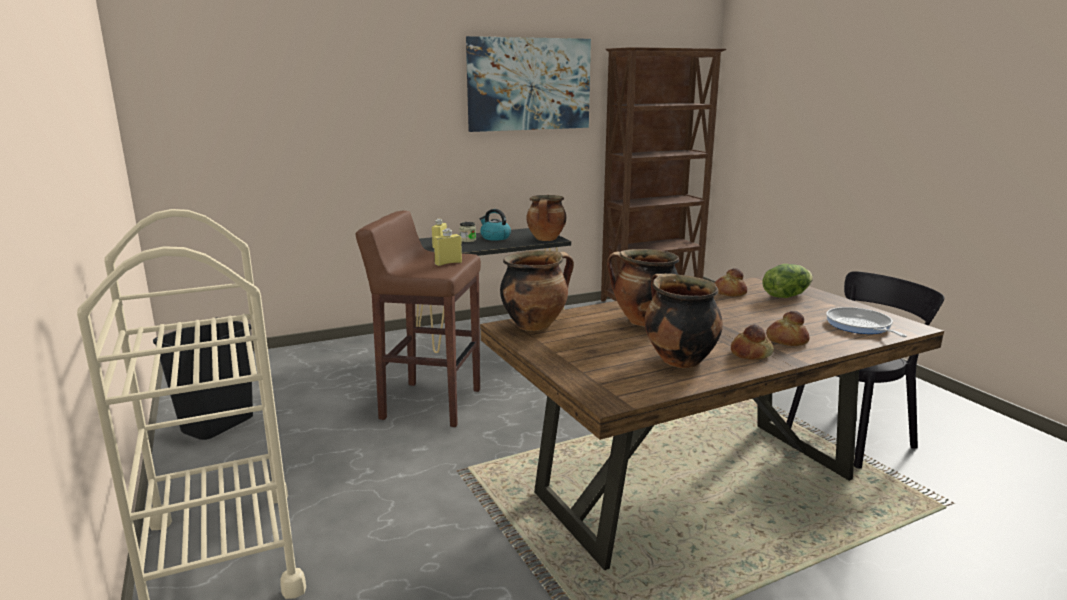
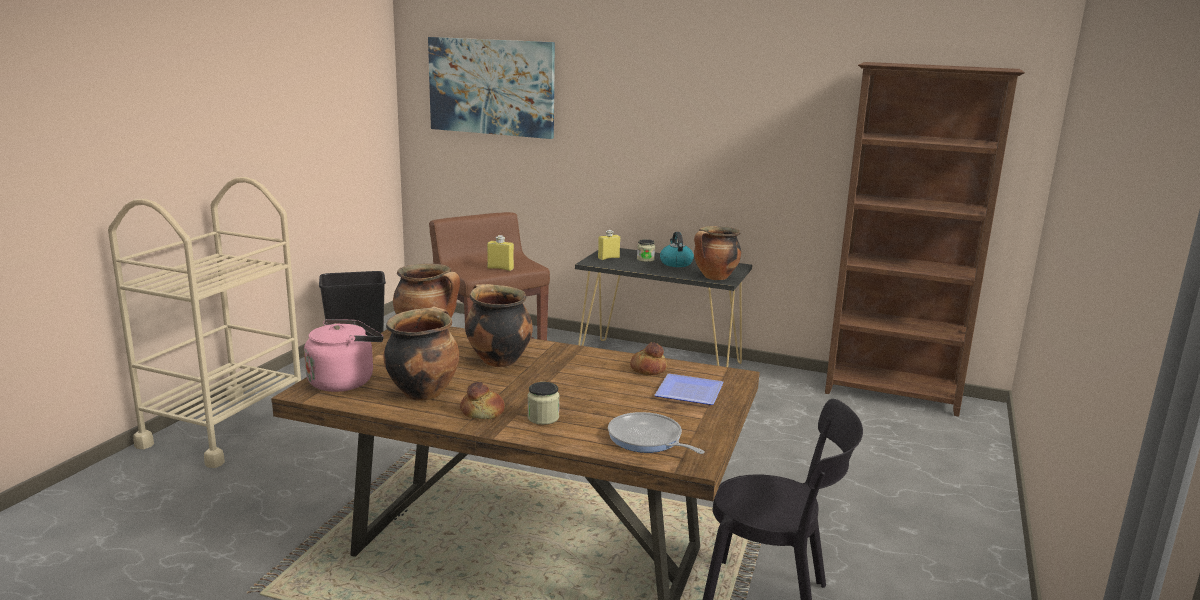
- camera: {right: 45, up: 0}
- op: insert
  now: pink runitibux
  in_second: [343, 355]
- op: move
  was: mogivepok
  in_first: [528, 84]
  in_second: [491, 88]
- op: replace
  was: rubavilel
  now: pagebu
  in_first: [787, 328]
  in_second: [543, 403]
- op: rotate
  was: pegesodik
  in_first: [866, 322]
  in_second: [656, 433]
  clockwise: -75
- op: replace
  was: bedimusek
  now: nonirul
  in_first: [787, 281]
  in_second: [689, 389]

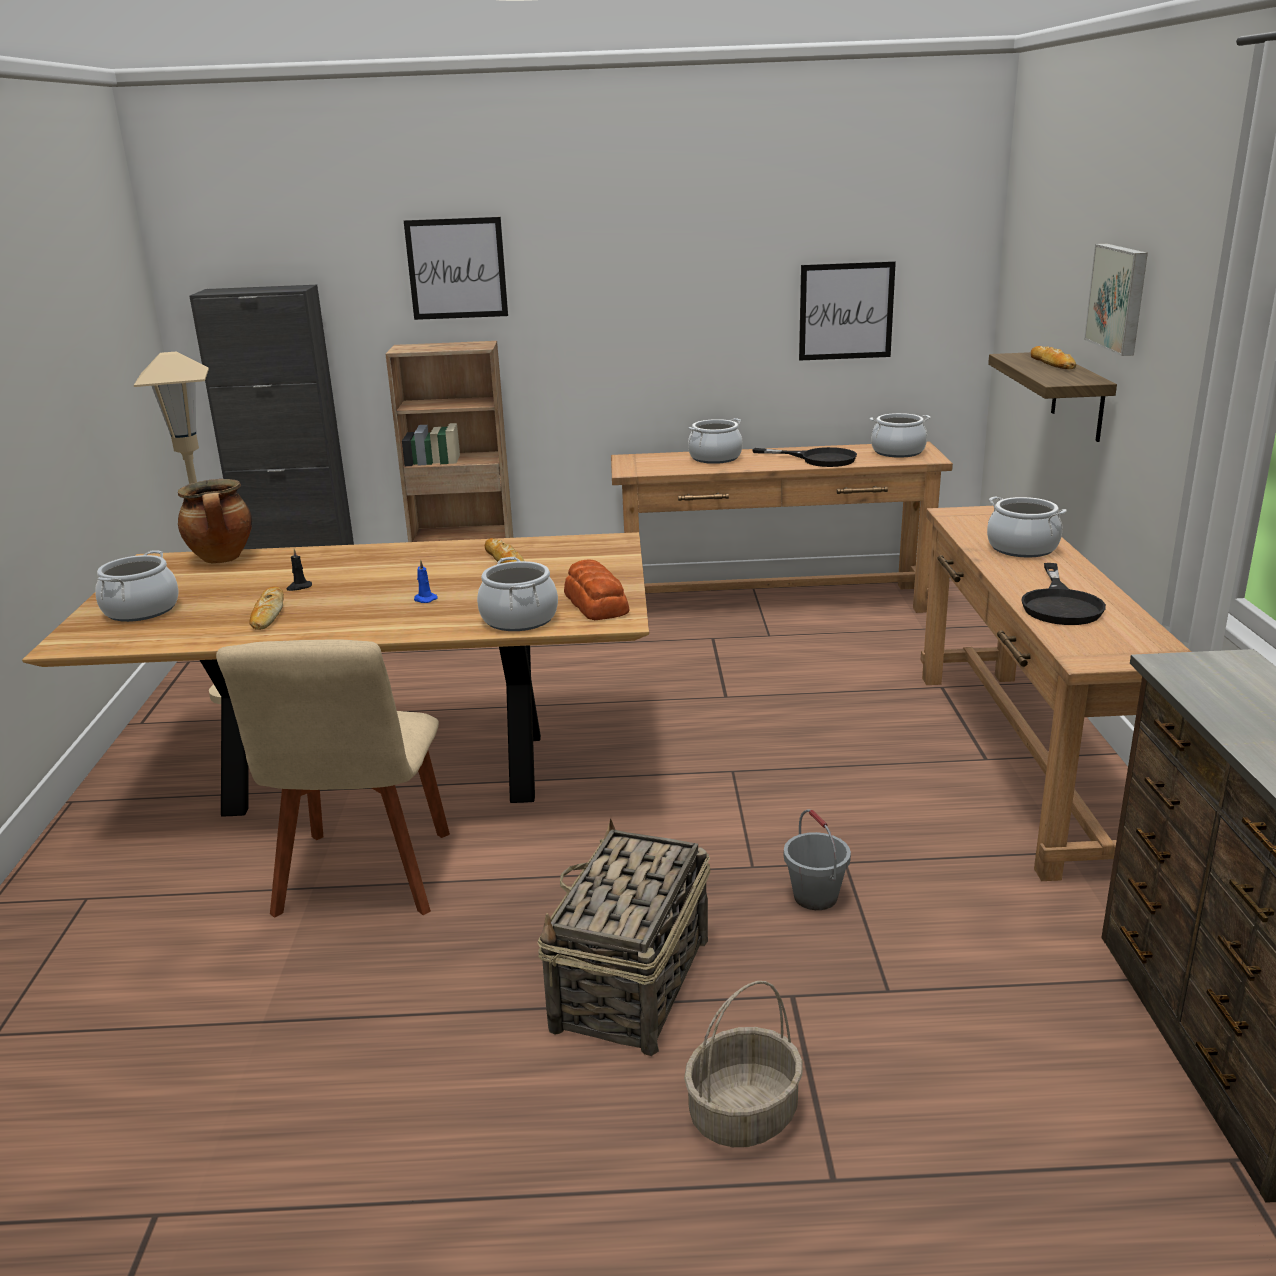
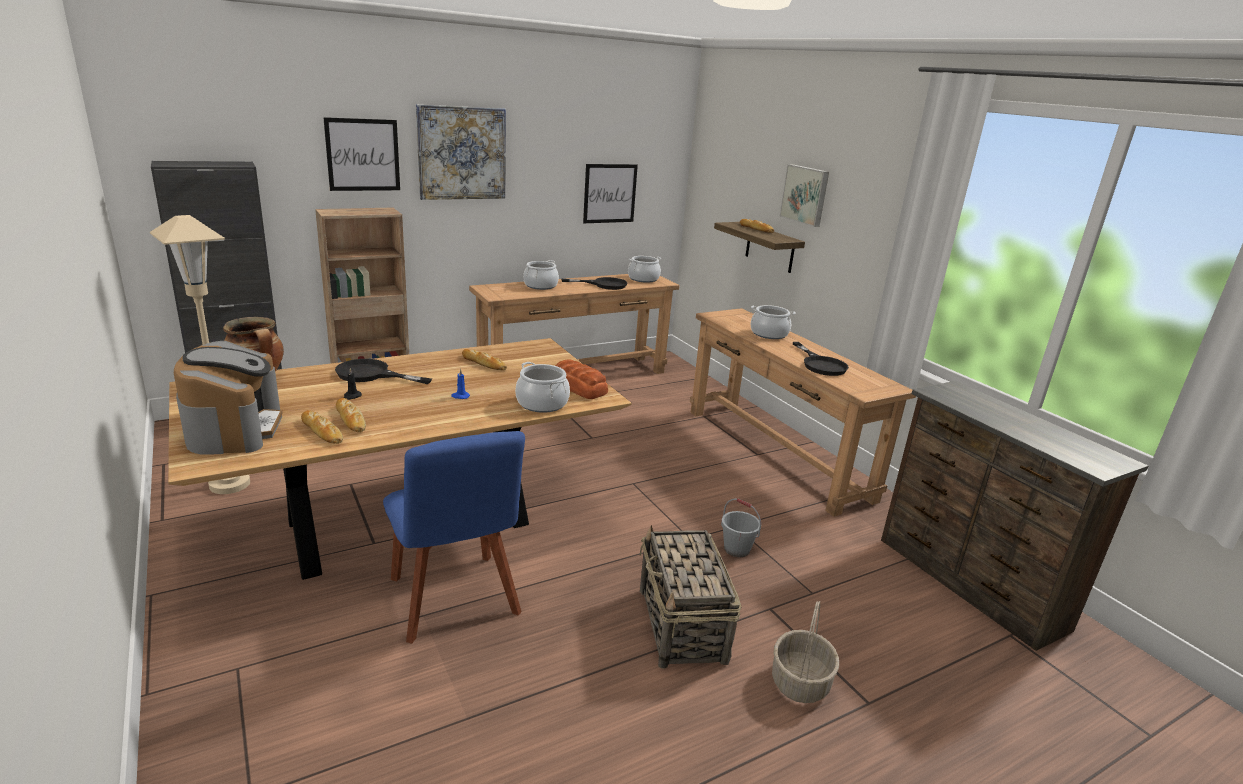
- camera: {right: -30, up: 0}
- op: replace
  was: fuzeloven
  now: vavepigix
  in_first: [137, 586]
  in_second: [228, 398]
- op: insert
  now: rubavilel
  in_second: [322, 427]
- op: insert
  now: black pegesodik
  in_second: [383, 371]
- op: recolor
  was: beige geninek
  now: blue geninek
  in_first: [333, 778]
  in_second: [454, 537]
- op: insert
  now: mogivepok
  in_second: [461, 152]

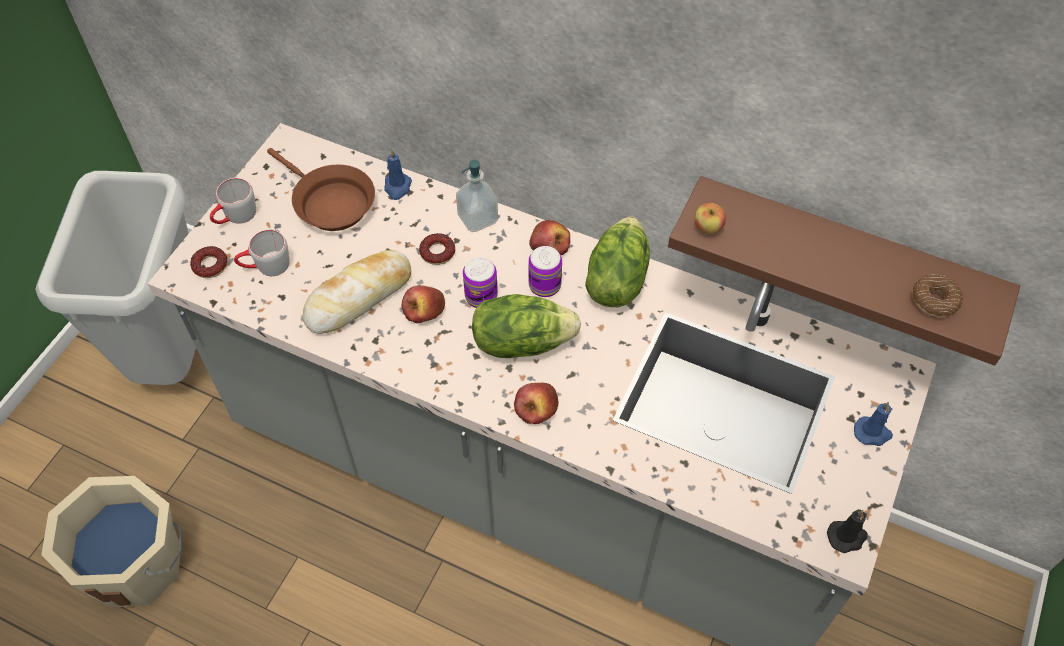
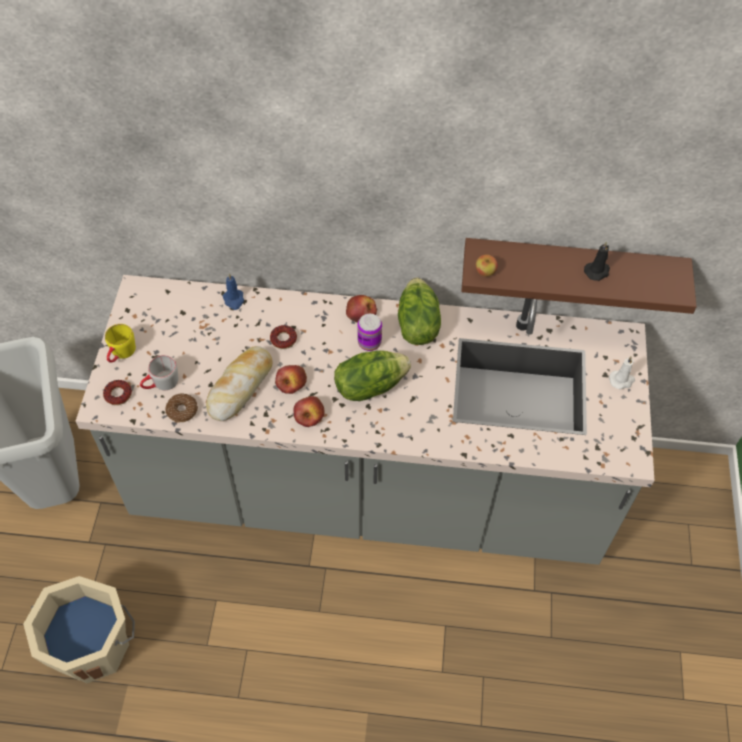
- camera: {right: -20, up: 0}
- op: recolor
  was: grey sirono
  now: yellow sirono
  in_first: [233, 201]
  in_second: [120, 343]
- op: move
  was: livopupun
  in_first: [937, 295]
  in_second: [182, 407]
- op: move
  was: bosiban
  in_first: [536, 403]
  in_second: [309, 411]
- op: move
  was: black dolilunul
  in_first: [847, 531]
  in_second: [597, 261]
- op: recolor
  was: blue dolilunul
  now: white dolilunul
  in_first: [873, 424]
  in_second: [622, 372]
- op: delete
  was: brown pegesodik
  in_first: [321, 189]
- op: delete
  was: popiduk
  in_first: [477, 196]
- op: delete
  was: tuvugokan
  in_first: [480, 282]

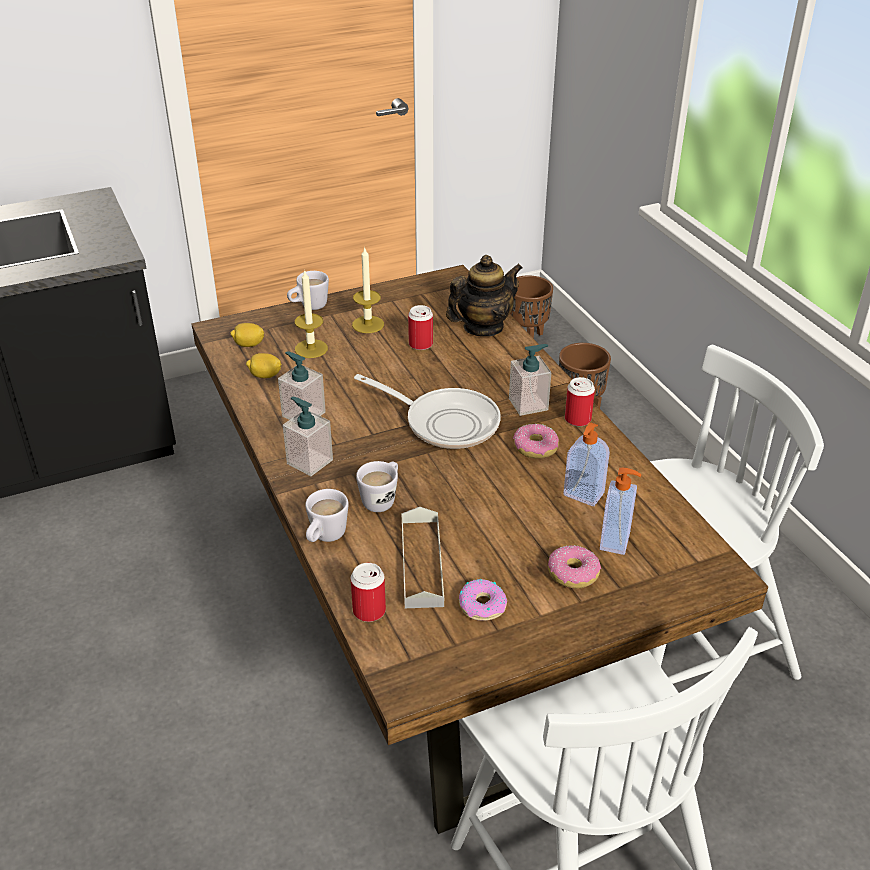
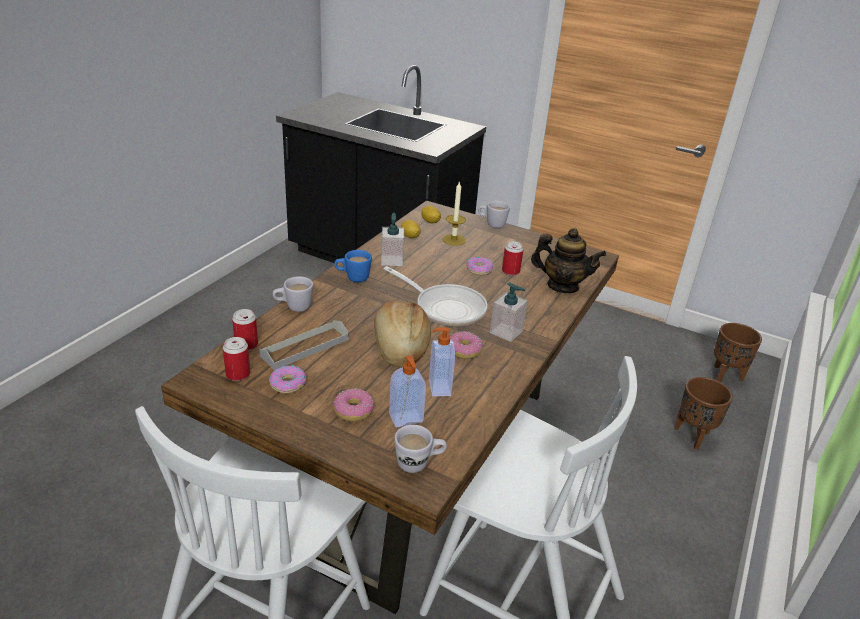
- camera: {right: 50, up: -5}
- op: move
  was: tuvugokan
  in_first: [580, 401]
  in_second: [236, 359]
- op: replace
  was: popiduk
  now: blue sirono
  in_first: [308, 436]
  in_second: [353, 266]
- op: insert
  now: rubavilel
  in_second: [402, 334]
- op: rotate
  was: pegesodik
  in_first: [427, 411]
  in_second: [435, 296]
  clockwise: -45
- op: move
  was: white sirono
  in_first: [377, 486]
  in_second: [420, 449]
- op: insert
  now: livopupun
  in_second: [480, 266]
- op: delete
  was: dolilunul
  in_first: [368, 289]

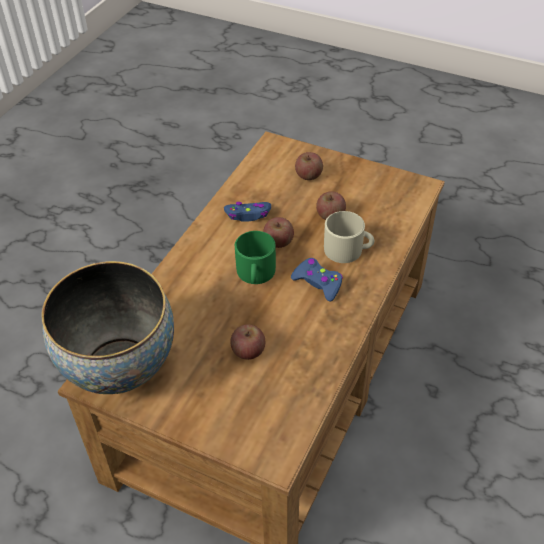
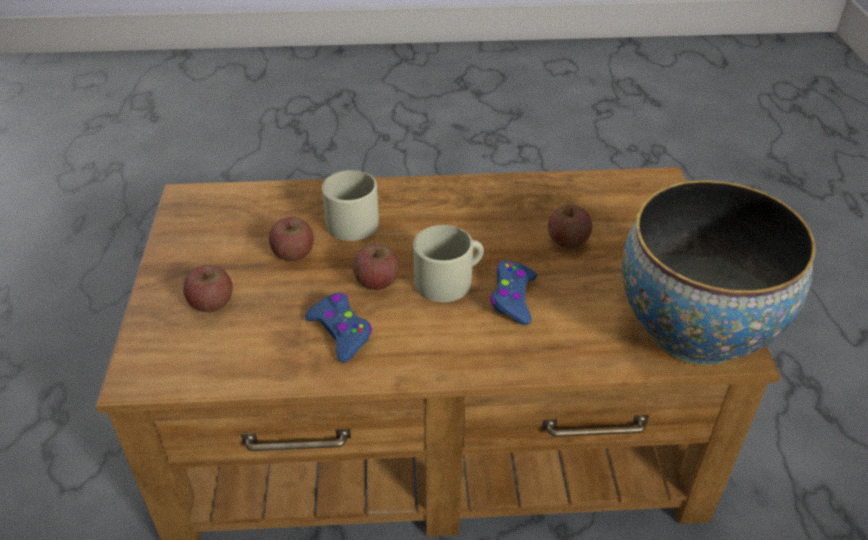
- camera: {right: -120, up: -5}
- op: recolor
  was: green sirono
  now: beige sirono
  in_first: [255, 257]
  in_second: [448, 263]
- op: move
  was: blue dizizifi
  in_first: [317, 280]
  in_second: [513, 292]

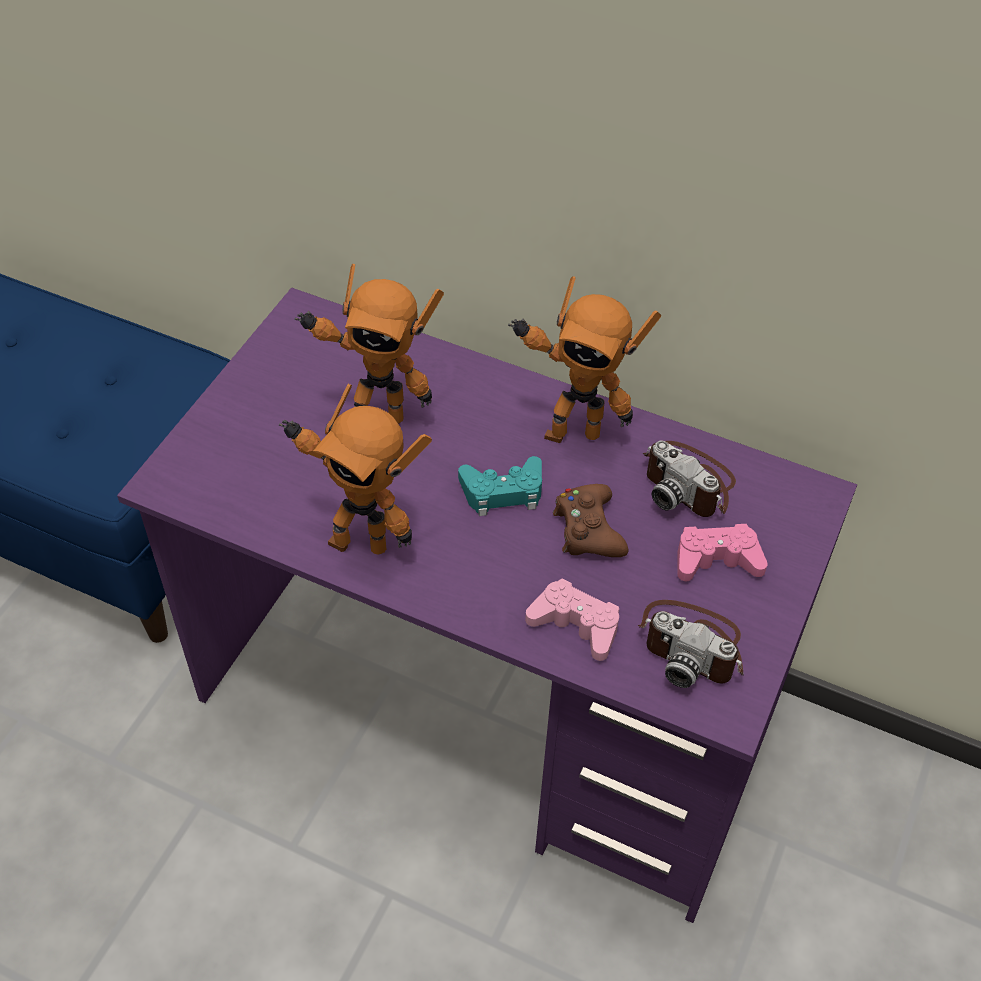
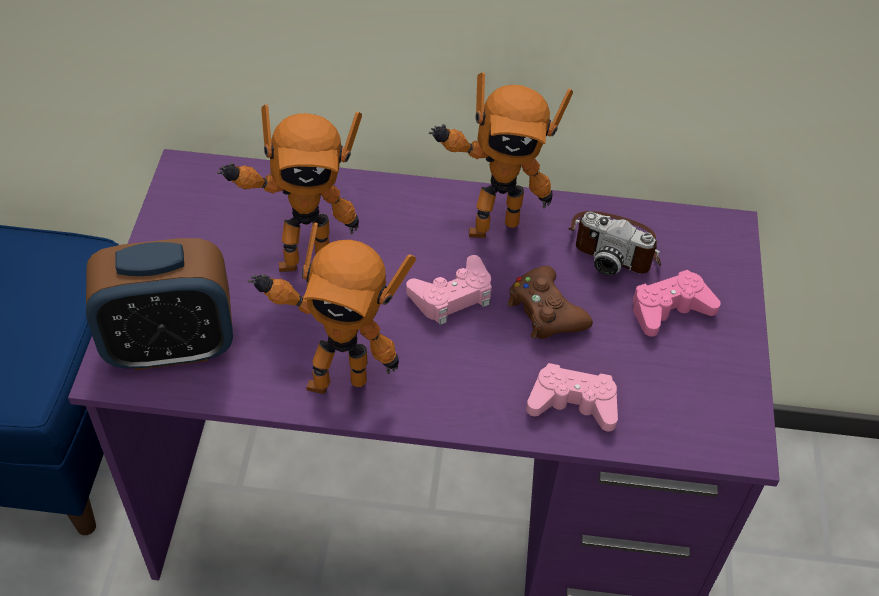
- camera: {right: -20, up: 0}
- op: insert
  now: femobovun
  in_second: [159, 304]
- op: recolor
  was: turquoise dizizifi
  now: pink dizizifi
  in_first: [500, 486]
  in_second: [449, 290]
- op: delete
  was: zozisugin
  in_first: [691, 644]

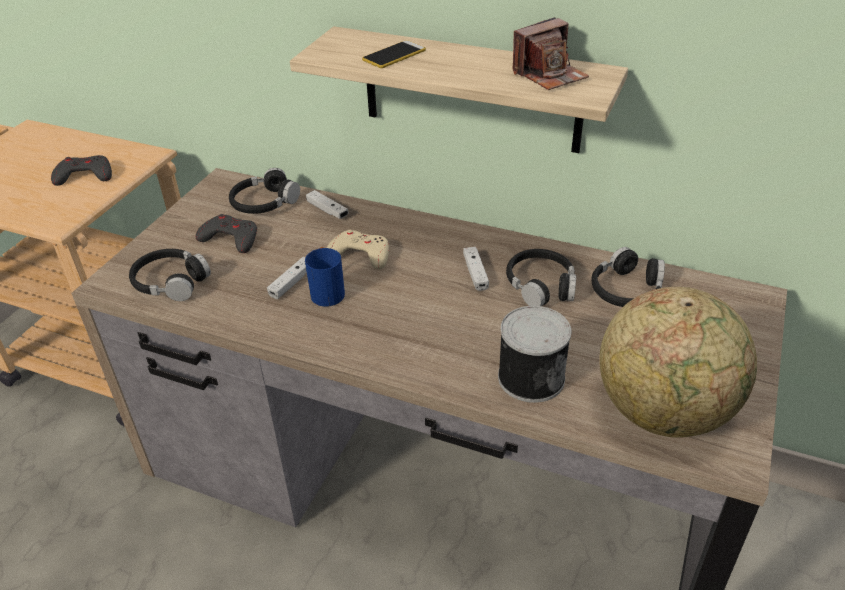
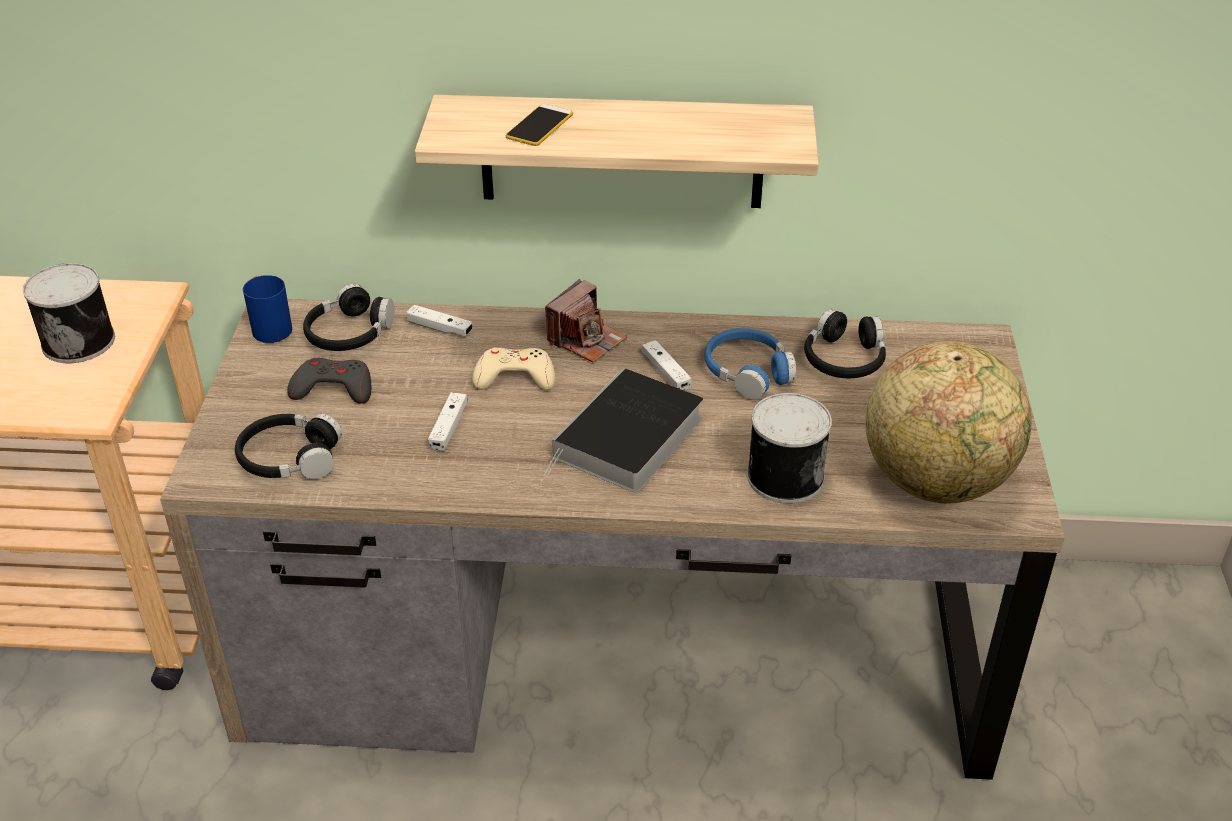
- camera: {right: -20, up: 0}
- op: replace
  was: grey dizizifi
  now: tuvugokan
  in_first: [81, 170]
  in_second: [69, 313]
- op: move
  was: blue sirono
  in_first: [325, 277]
  in_second: [267, 309]
- op: insert
  now: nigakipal
  in_second: [623, 430]
- op: move
  was: zozisugin
  in_first: [550, 53]
  in_second: [586, 321]
- op: recolor
  was: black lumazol
  now: blue lumazol
  in_first: [541, 277]
  in_second: [750, 364]

